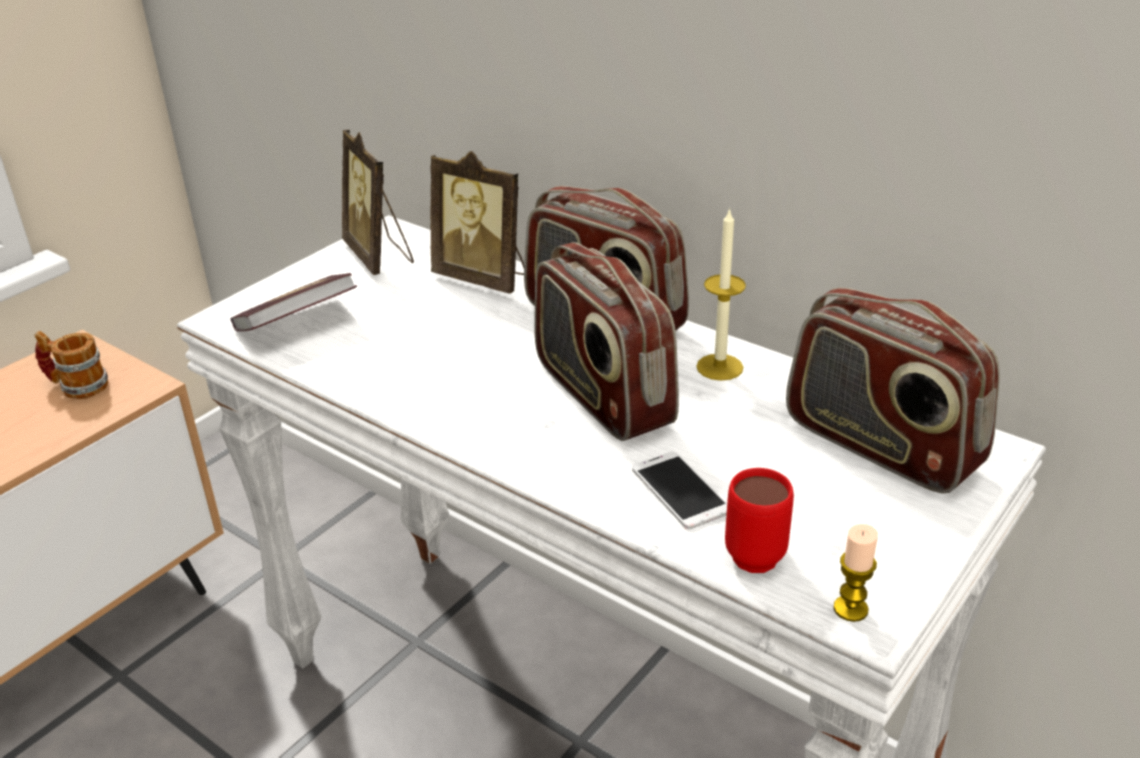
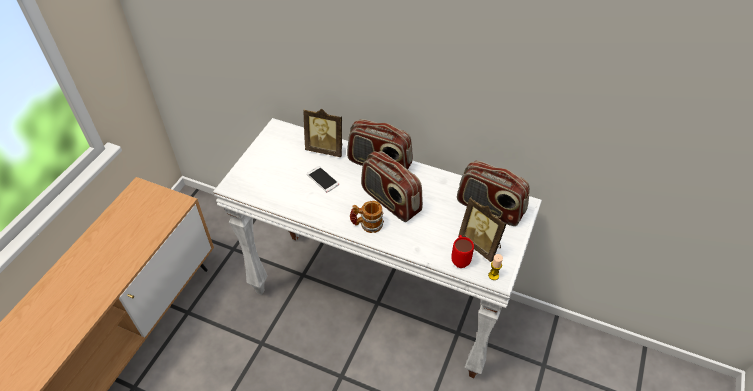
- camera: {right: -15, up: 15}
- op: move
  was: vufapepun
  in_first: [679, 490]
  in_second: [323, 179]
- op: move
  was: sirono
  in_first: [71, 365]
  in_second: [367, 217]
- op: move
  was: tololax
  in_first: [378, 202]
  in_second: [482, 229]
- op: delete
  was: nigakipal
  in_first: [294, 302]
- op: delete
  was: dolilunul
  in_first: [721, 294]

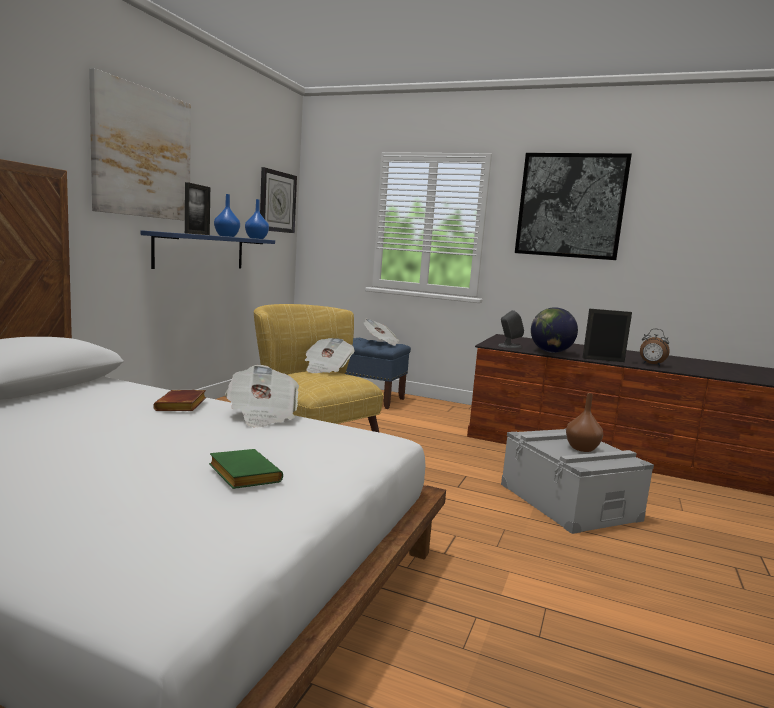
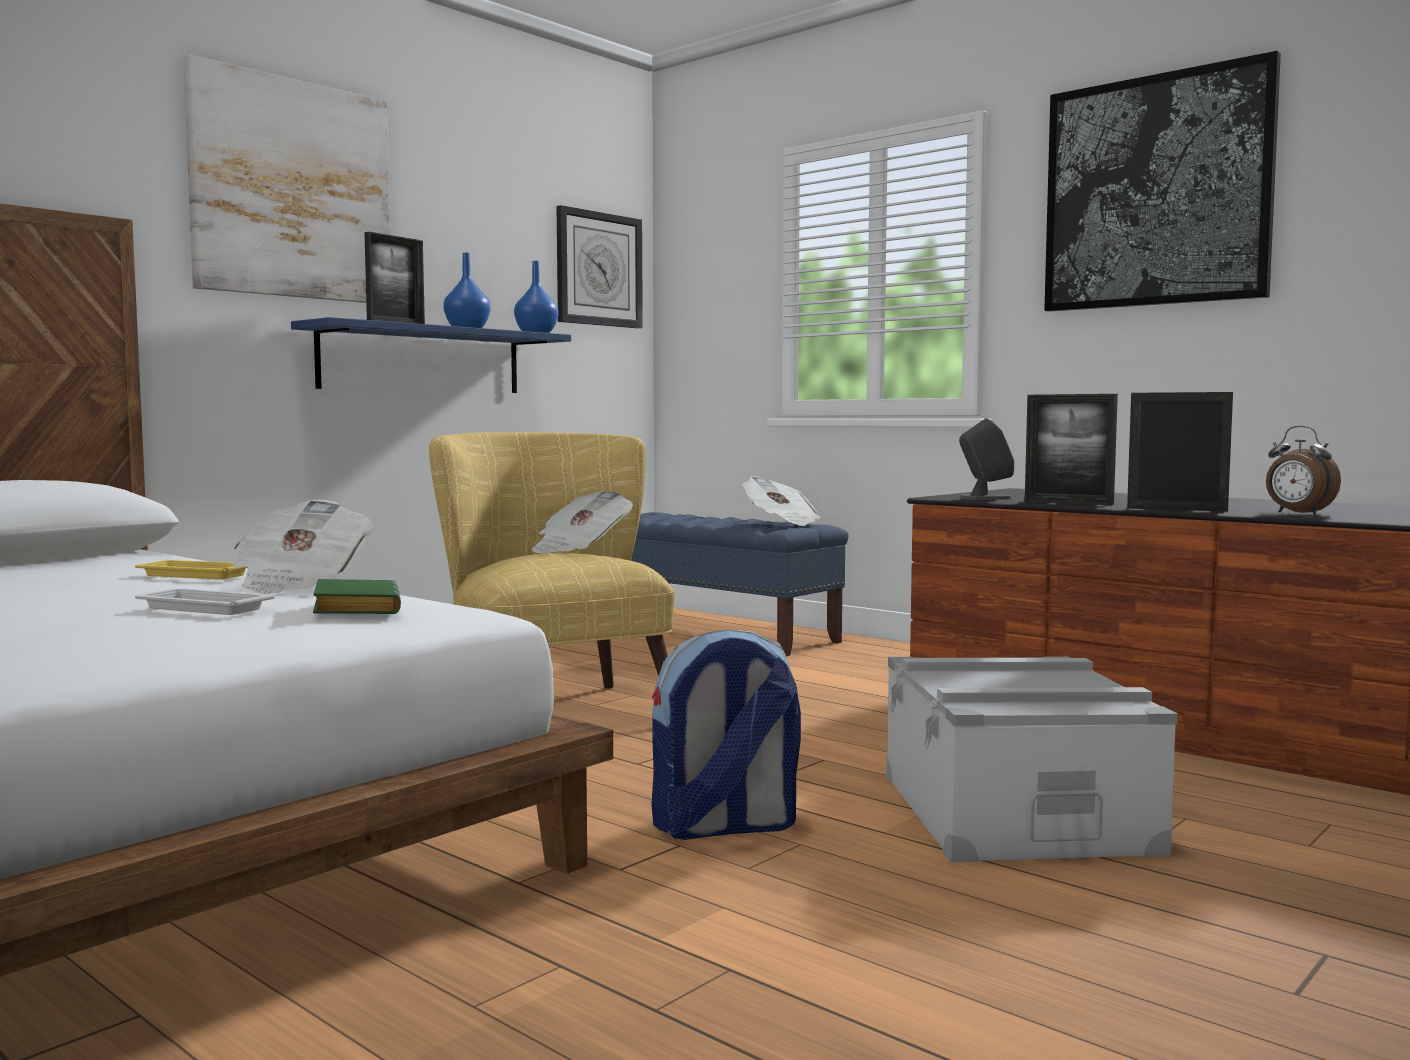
- camera: {right: 20, up: -5}
- op: replace
  was: brown nigakipal
  now: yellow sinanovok
  in_first: [179, 400]
  in_second: [191, 569]
- op: insert
  now: white sinanovok
  in_second: [205, 601]
- op: move
  was: green nigakipal
  in_first: [246, 469]
  in_second: [357, 596]
- op: insert
  now: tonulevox
  in_second: [726, 734]
- op: replace
  was: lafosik
  now: tololax
  in_first: [554, 330]
  in_second: [1071, 449]
- op: delete
  was: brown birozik
  in_first: [584, 422]

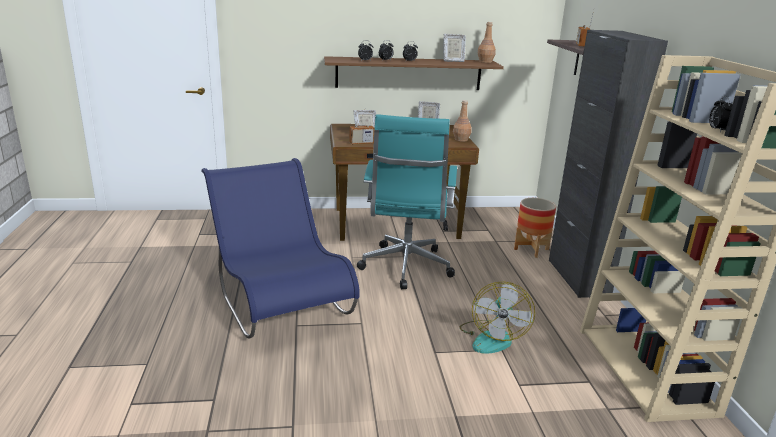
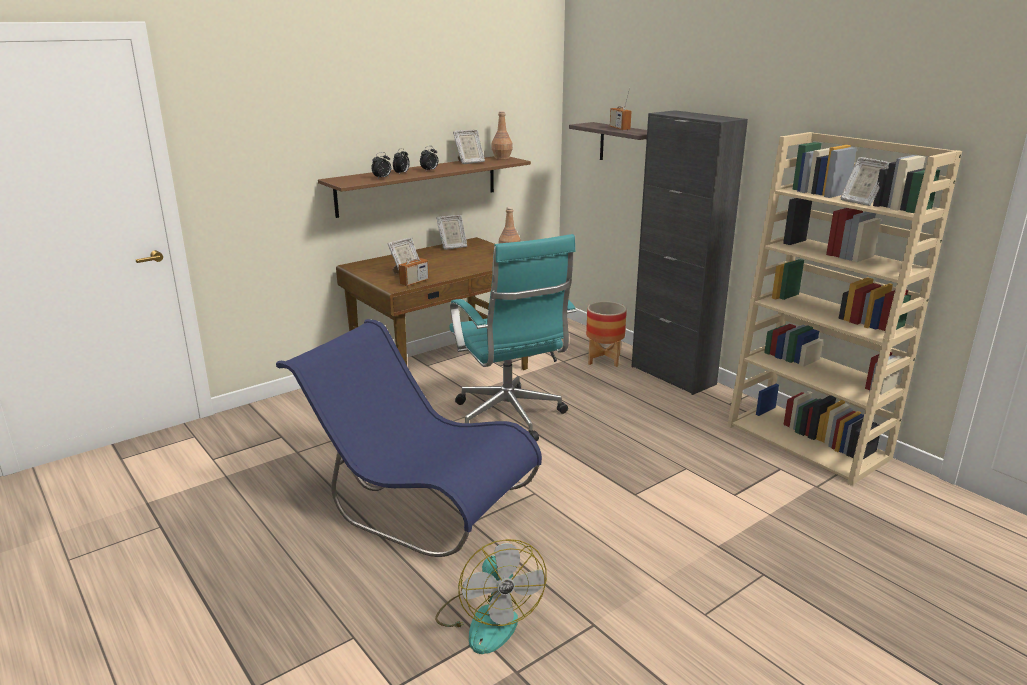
- camera: {right: -30, up: 0}
- op: move
  was: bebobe
  in_first: [497, 318]
  in_second: [491, 596]
- op: replace
  was: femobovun
  now: tololax
  in_first: [720, 114]
  in_second: [865, 181]

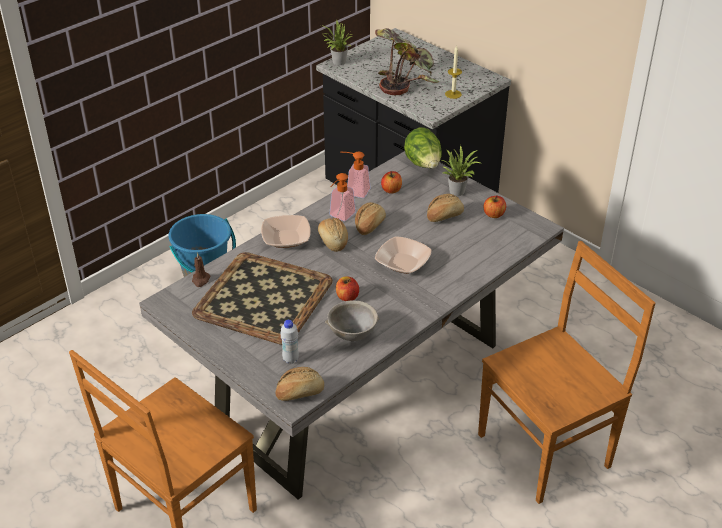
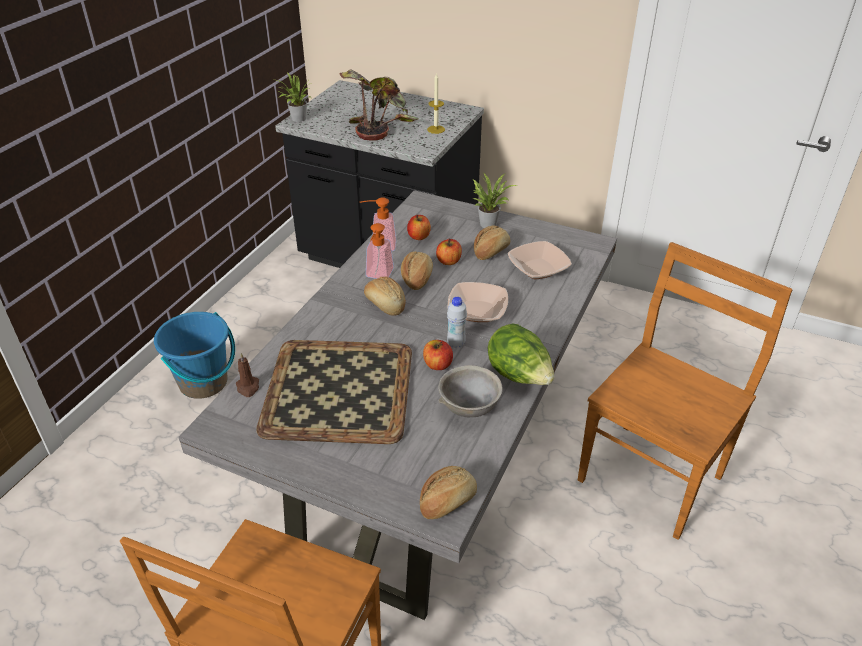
- camera: {right: -20, up: 0}
- op: move
  was: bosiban
  in_first: [494, 206]
  in_second: [449, 252]
- op: move
  was: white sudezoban
  in_first: [289, 342]
  in_second: [457, 322]
- op: move
  was: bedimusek
  in_first: [423, 148]
  in_second: [521, 354]
- op: move
  was: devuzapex
  in_first: [286, 231]
  in_second: [540, 260]

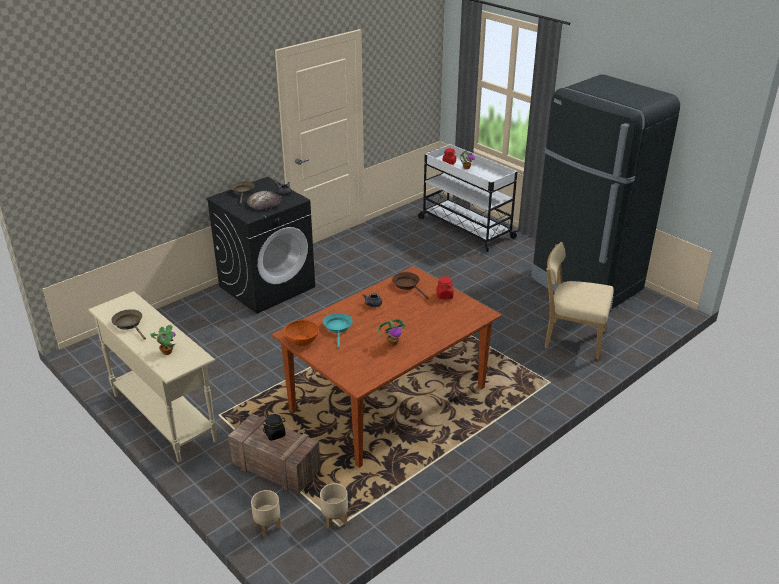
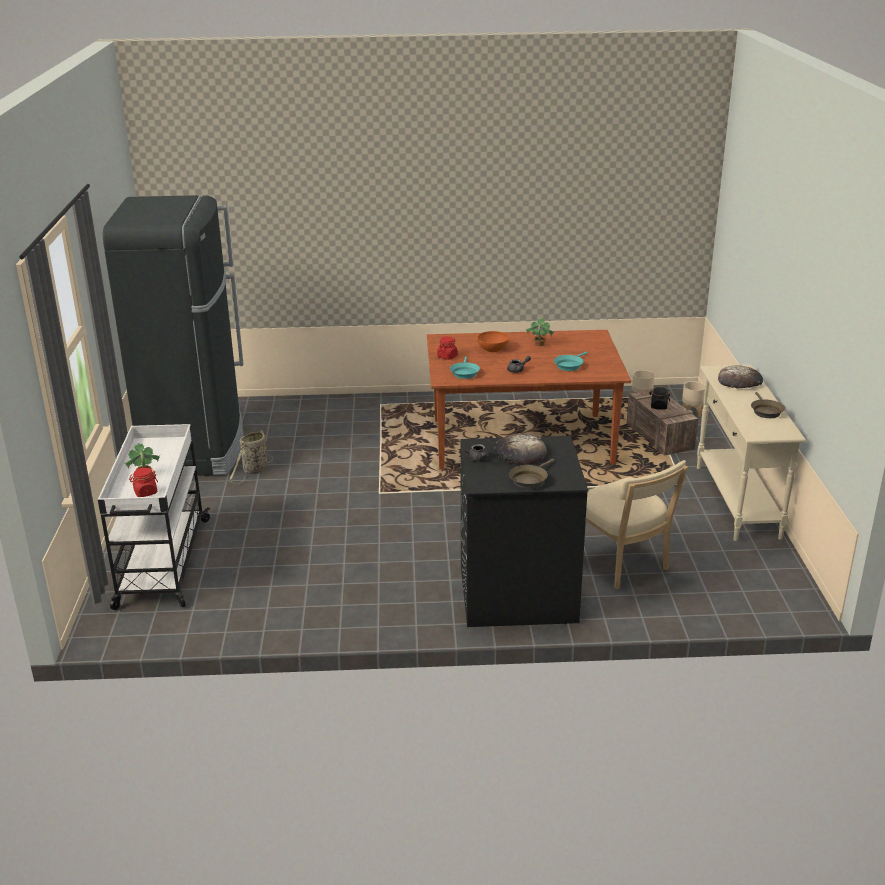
- camera: {right: -140, up: -5}
- op: insert
  now: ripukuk
  in_second: [251, 457]
- op: recolor
  was: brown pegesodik
  now: turquoise pegesodik
  in_first: [410, 285]
  in_second: [465, 367]
- op: move
  was: orange devuzapex
  in_first: [301, 333]
  in_second: [493, 341]
- op: move
  was: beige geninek
  in_first: [579, 301]
  in_second: [637, 524]
- op: replace
  was: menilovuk
  now: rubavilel
  in_first: [163, 339]
  in_second: [740, 377]

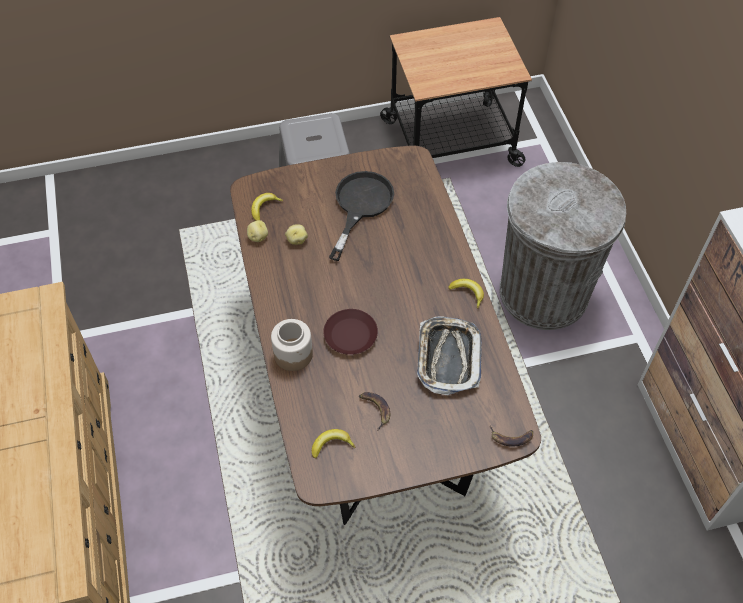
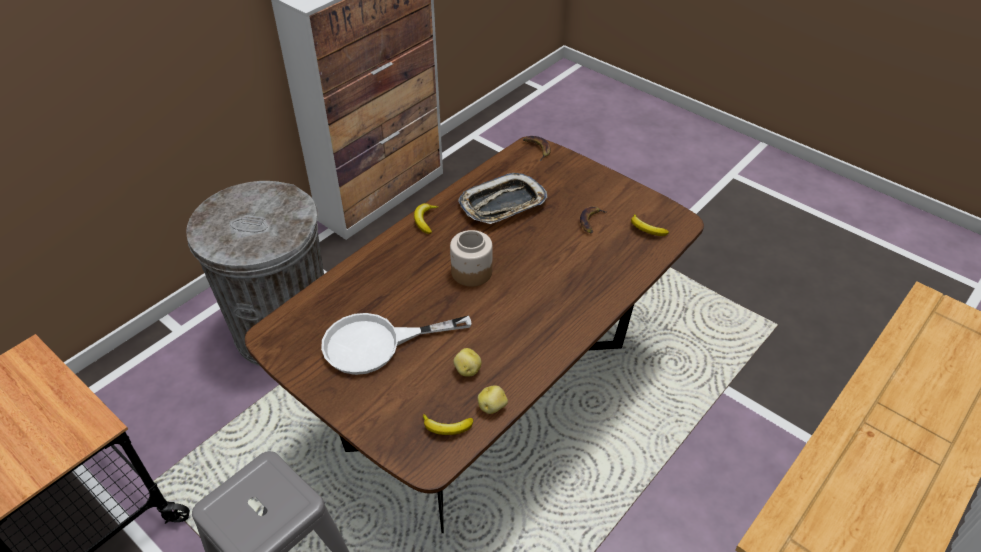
- camera: {right: -125, up: -10}
- op: recolor
  was: black pegesodik
  now: white pegesodik
  in_first: [361, 216]
  in_second: [396, 344]
- op: move
  was: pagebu
  in_first: [292, 345]
  in_second: [471, 258]
- op: delete
  was: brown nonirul
  in_first: [350, 332]

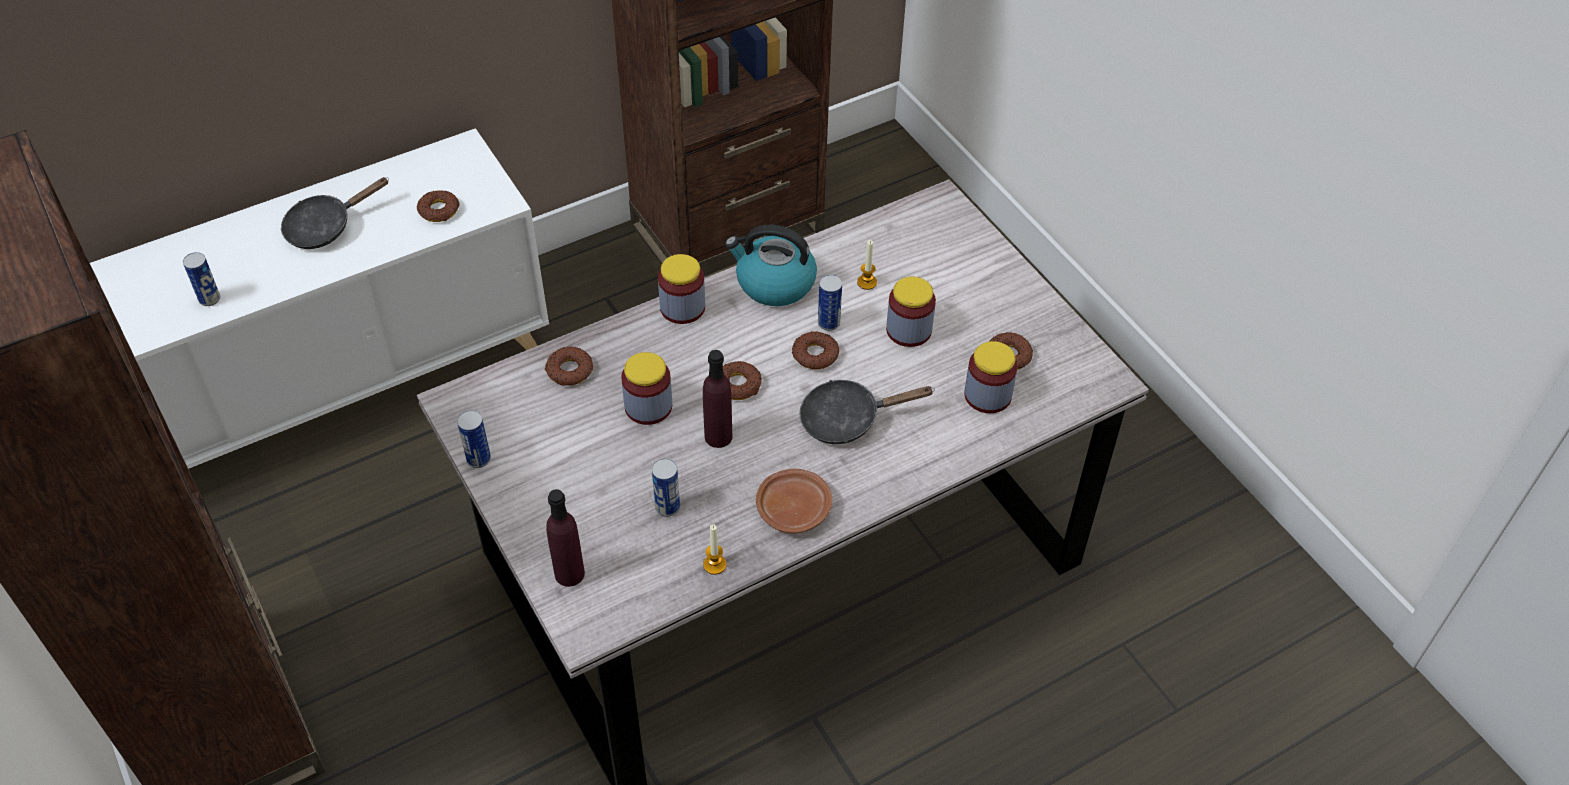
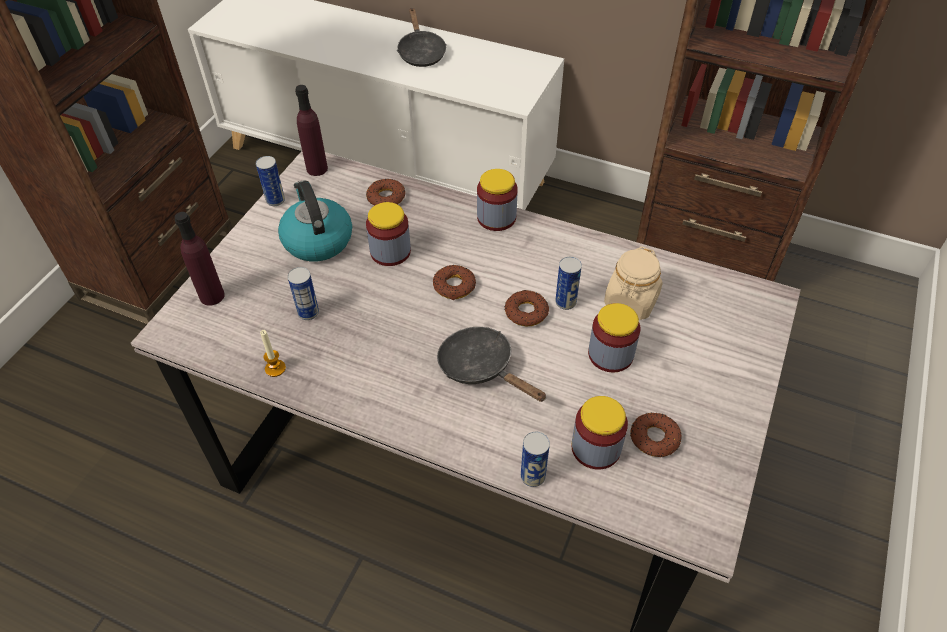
- camera: {right: 55, up: 0}
- op: move
  was: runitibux
  in_first: [771, 265]
  in_second: [315, 220]
- op: move
  was: purple sudezoban
  in_first: [718, 399]
  in_second: [311, 130]
- op: rotate
  was: black pegesodik
  in_first: [335, 213]
  in_second: [422, 37]
  clockwise: -120
- op: move
  was: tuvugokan
  in_first: [201, 279]
  in_second: [535, 459]
- op: replace
  was: dolilunul
  now: beige pagebu
  in_first: [867, 265]
  in_second: [633, 283]
- op: delete
  was: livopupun
  in_first: [438, 206]
- op: delete
  was: brown nonirul
  in_first: [794, 501]

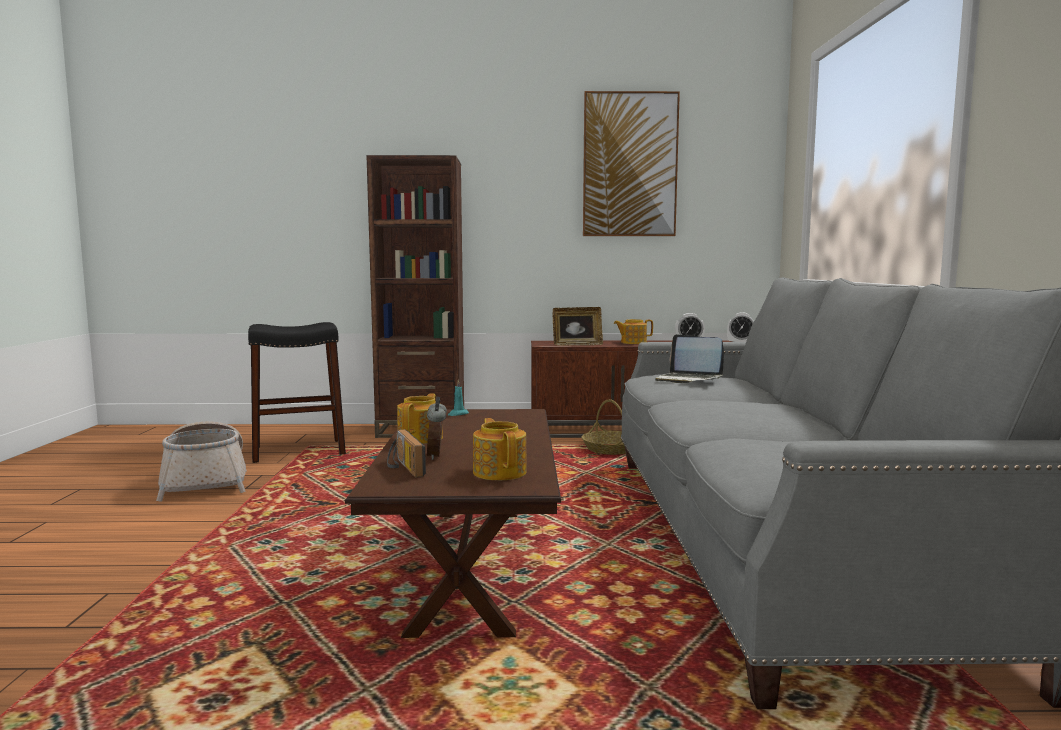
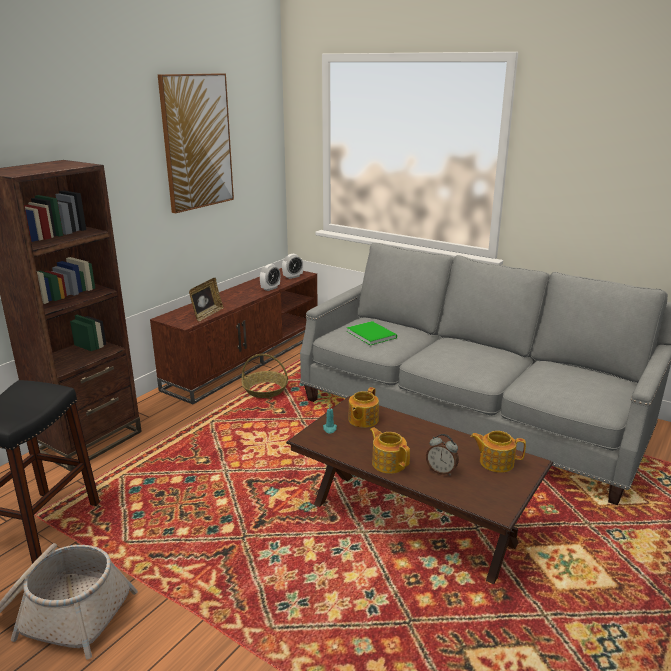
- camera: {right: -55, up: 15}
- op: replace
  was: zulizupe
  now: green nigakipal
  in_first: [689, 358]
  in_second: [372, 333]
- op: move
  was: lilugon
  in_first: [633, 331]
  in_second: [364, 407]
- op: delete
  was: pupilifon
  in_first: [406, 453]

